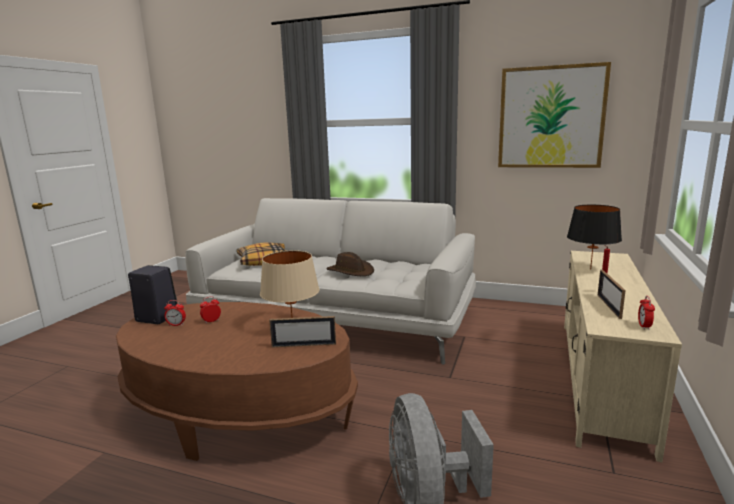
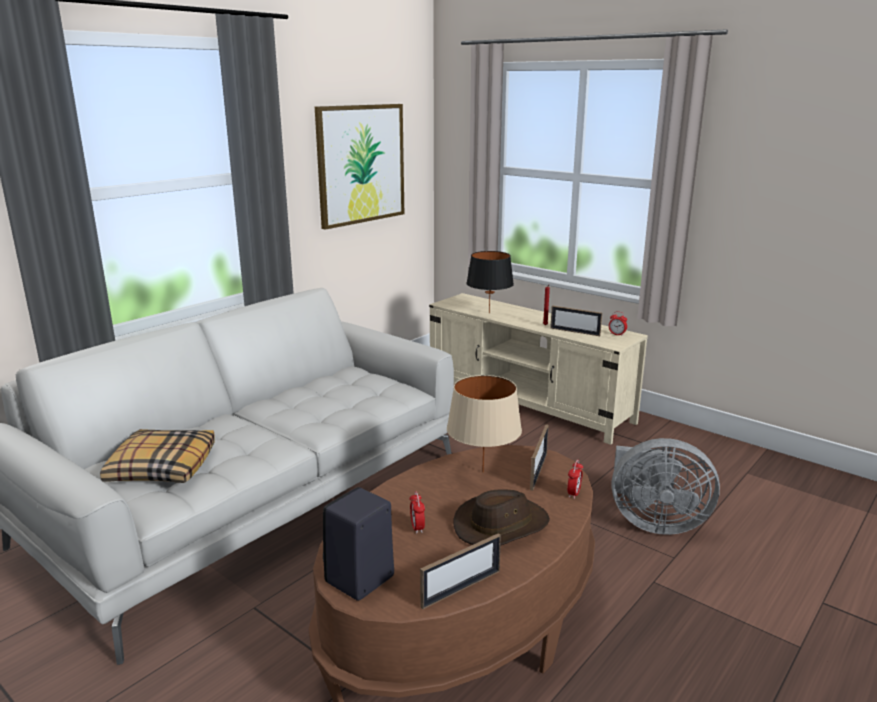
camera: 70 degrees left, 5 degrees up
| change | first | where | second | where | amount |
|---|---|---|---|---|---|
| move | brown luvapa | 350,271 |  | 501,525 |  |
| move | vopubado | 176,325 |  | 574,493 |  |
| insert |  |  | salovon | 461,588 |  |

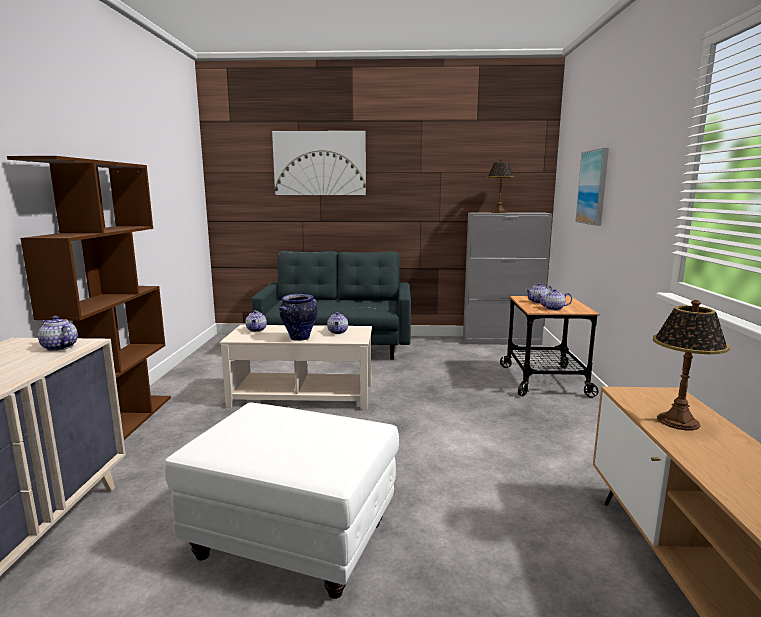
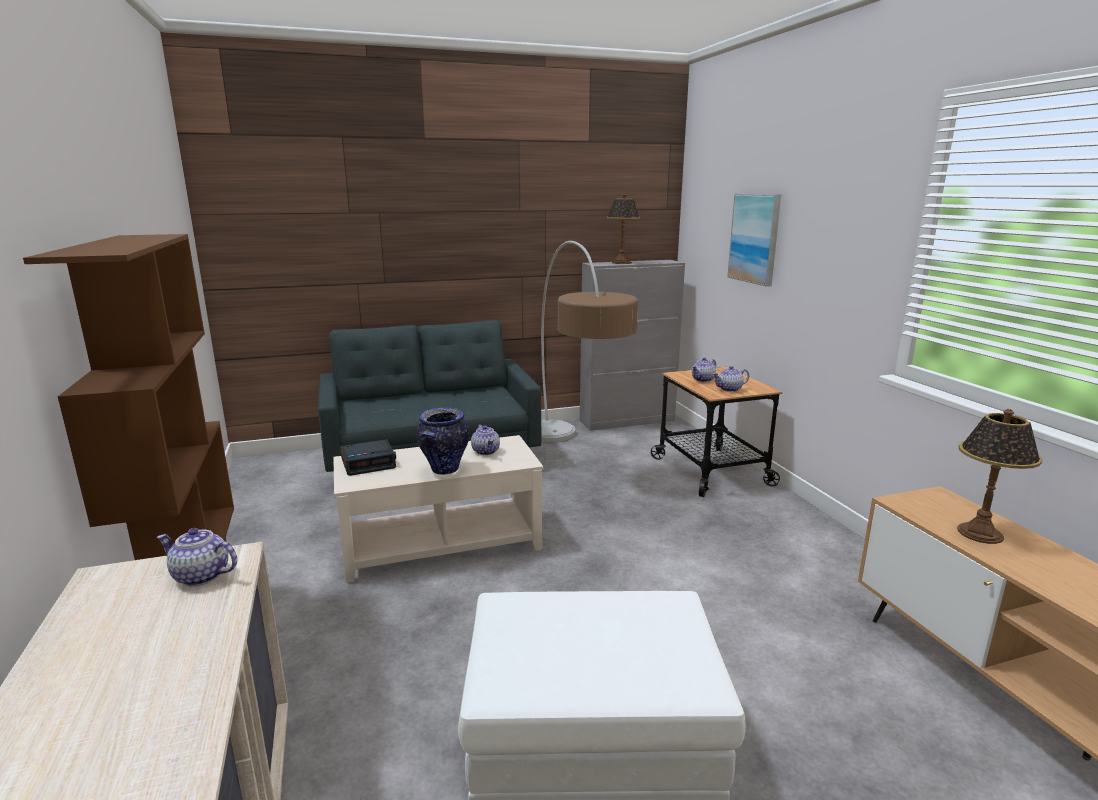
camera: 20 degrees left, 5 degrees up
| change | first | where | second | where | amount |
|---|---|---|---|---|---|
| delete | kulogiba | 319,163 |  |  |  |
| replace | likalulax | 256,330 | vopubado | 369,463 |  |
| insert |  |  | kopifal | 574,459 |  |

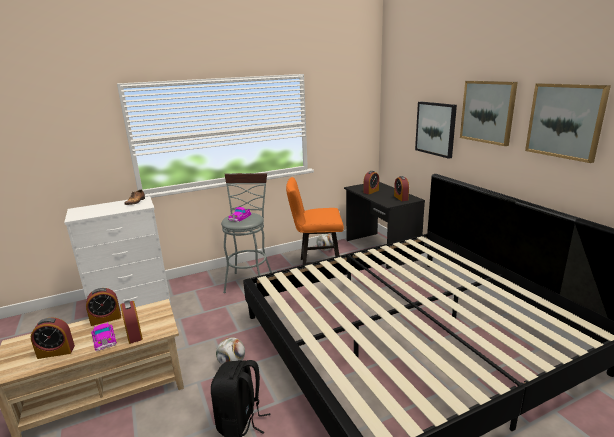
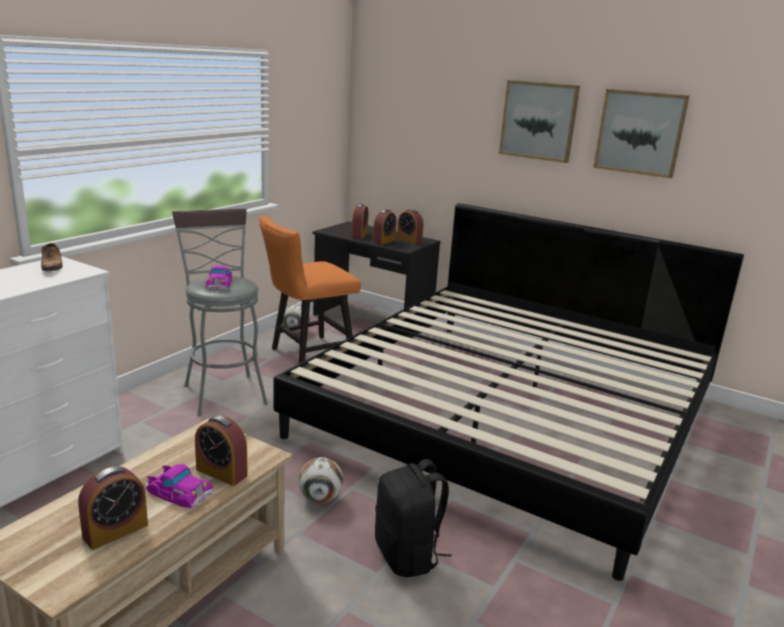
camera: 35 degrees left, 0 degrees up
| change | first | where | second | where | amount |
|---|---|---|---|---|---|
| delete | kulogiba | 436,128 |  |  |  |
| move | vopubado | 106,319 |  | 384,241 |  |

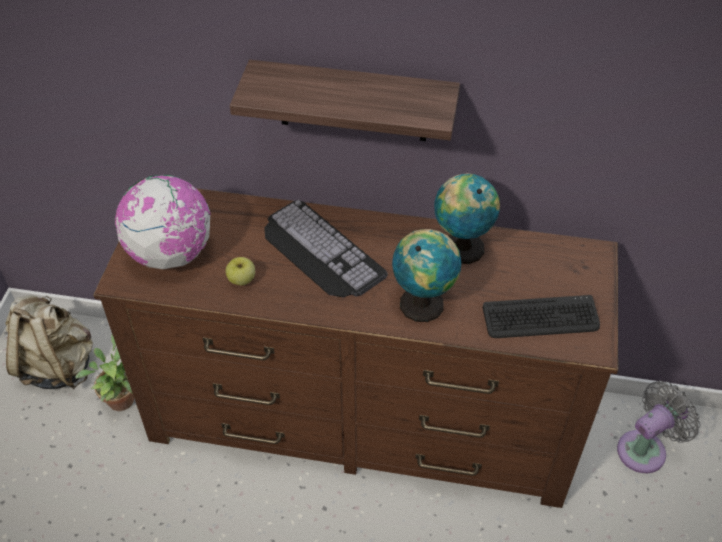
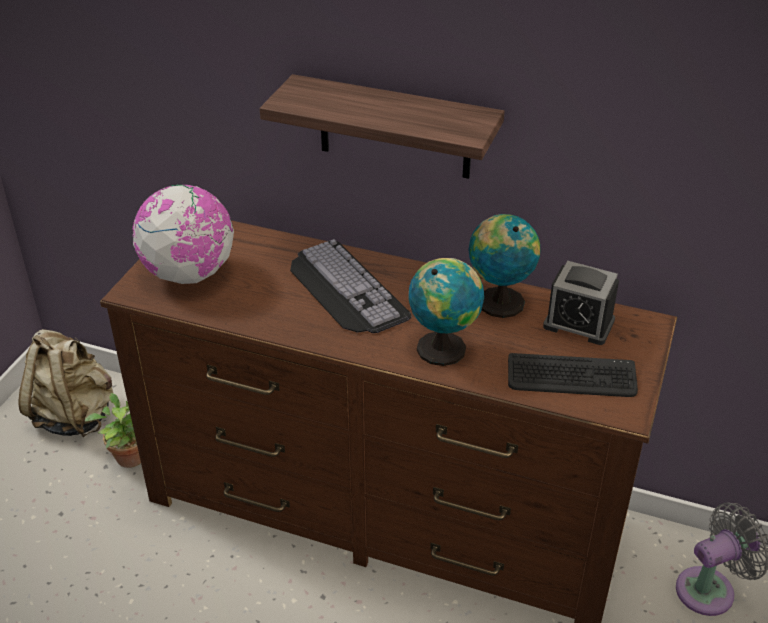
camera: 10 degrees right, 10 degrees down
| change | first | where | second | where | amount |
|---|---|---|---|---|---|
| delete | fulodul | 242,280 |  |  |  |
| insert |  |  | vopubado | 578,324 |  |

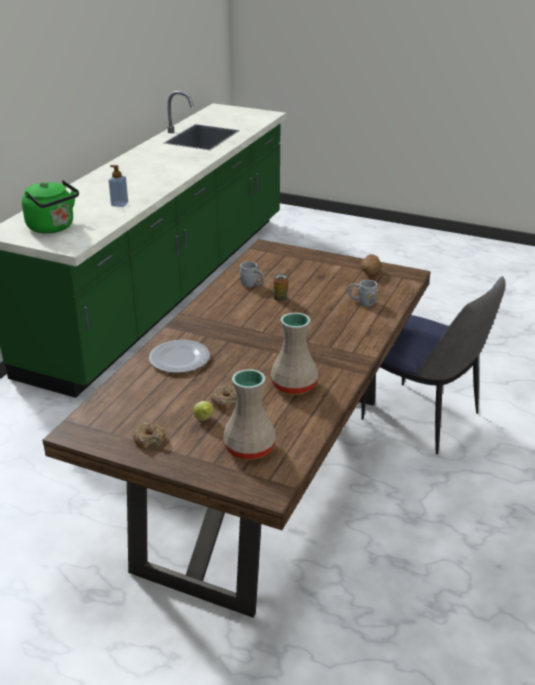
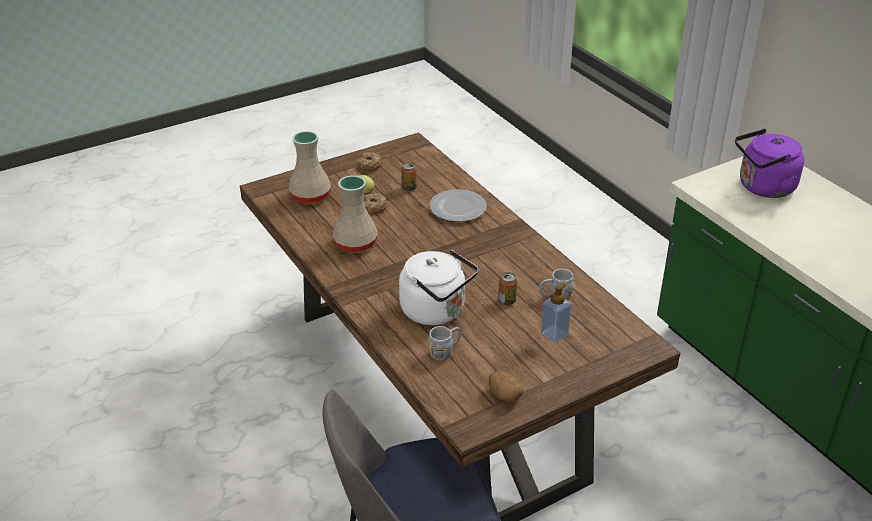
camera: 125 degrees right, 5 degrees up
| change | first | where | second | where | amount |
|---|---|---|---|---|---|
| move | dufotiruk | 119,204 |  | 554,334 |  |
| recolor | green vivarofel | 53,227 | purple vivarofel | 763,188 |  |
| insert |  |  | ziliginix | 409,188 |  |
| insert |  |  | white vivarofel | 436,311 |  |

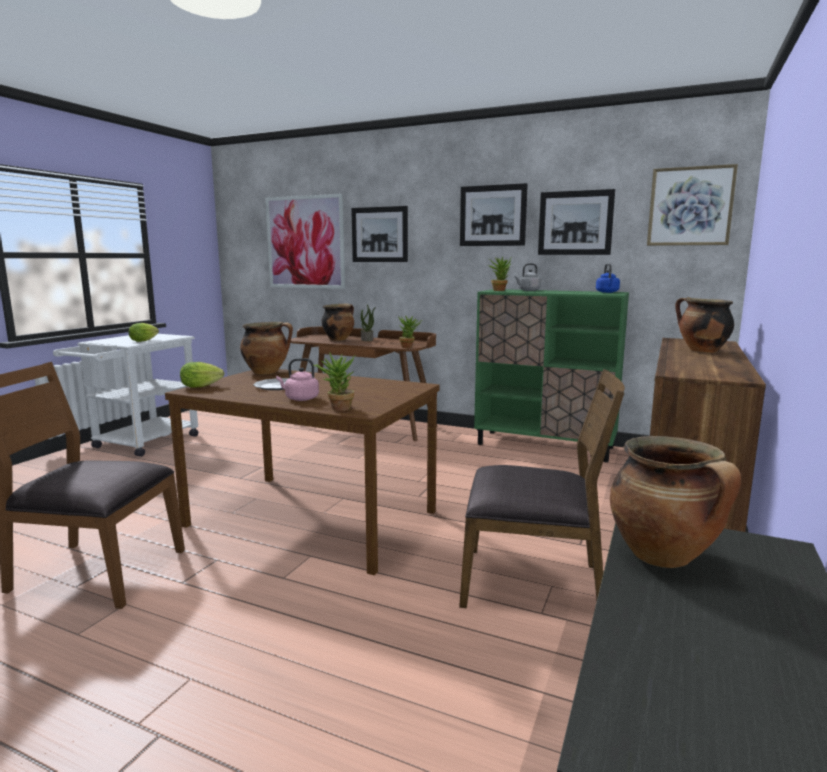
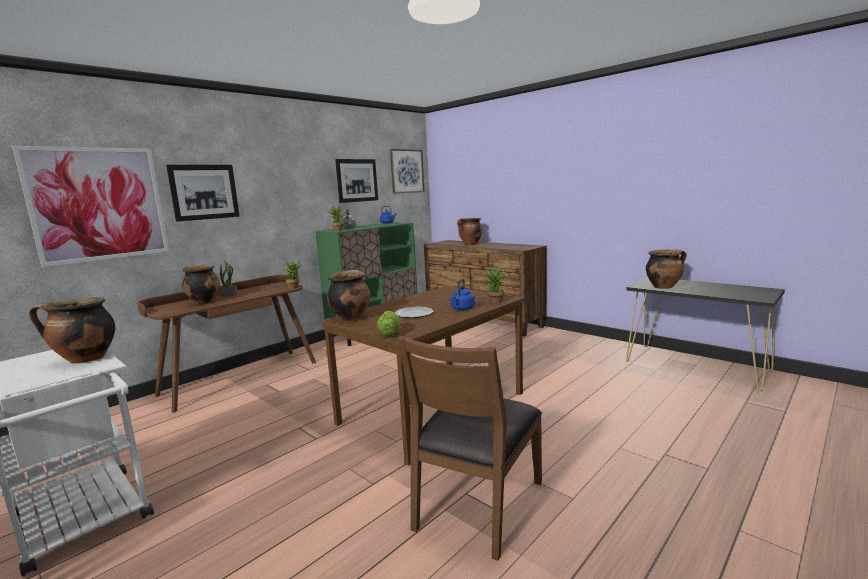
camera: 70 degrees left, 0 degrees up
| change | first | where | second | where | amount |
|---|---|---|---|---|---|
| delete | kulogiba | 492,215 |  |  |  |
| replace | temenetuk | 145,341 | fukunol | 85,359 |  |
| recolor | pink vivarofel | 300,399 | blue vivarofel | 462,309 |  |
| delete | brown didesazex | 532,583 |  |  |  |

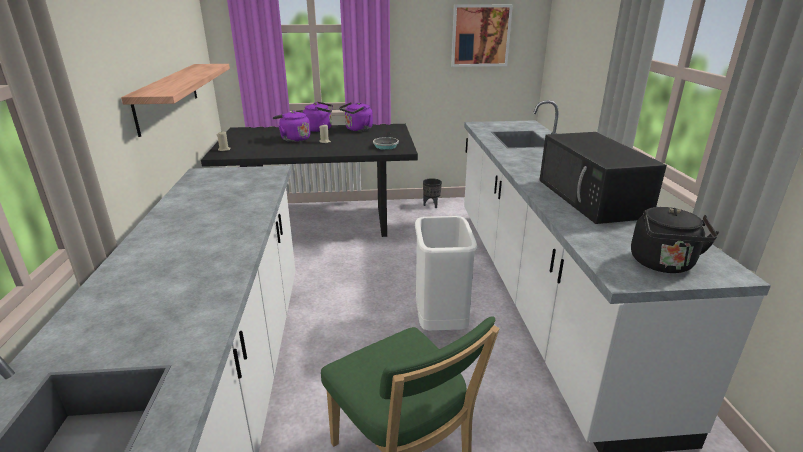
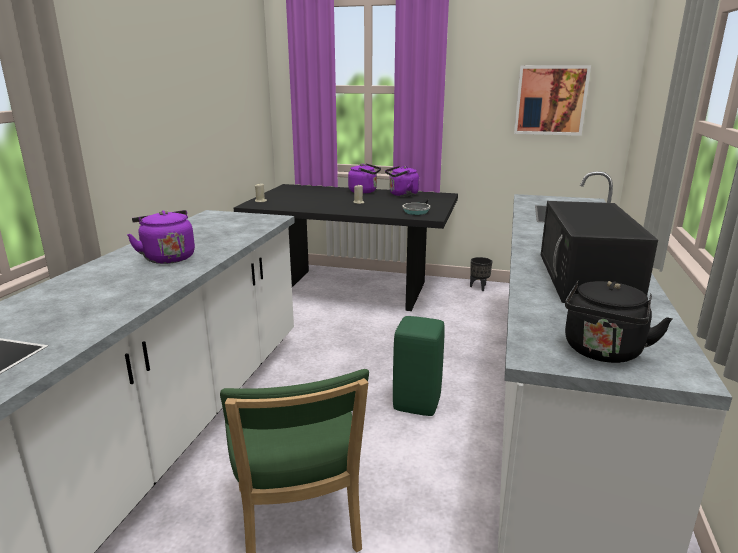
camera: 20 degrees right, 5 degrees down
| change | first | where | second | where | amount |
|---|---|---|---|---|---|
| delete | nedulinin | 168,96 |  |  |  |
| move | purple vivarofel | 294,139 |  | 167,257 |  |
| replace | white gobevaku | 439,322 | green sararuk | 416,403 |  |

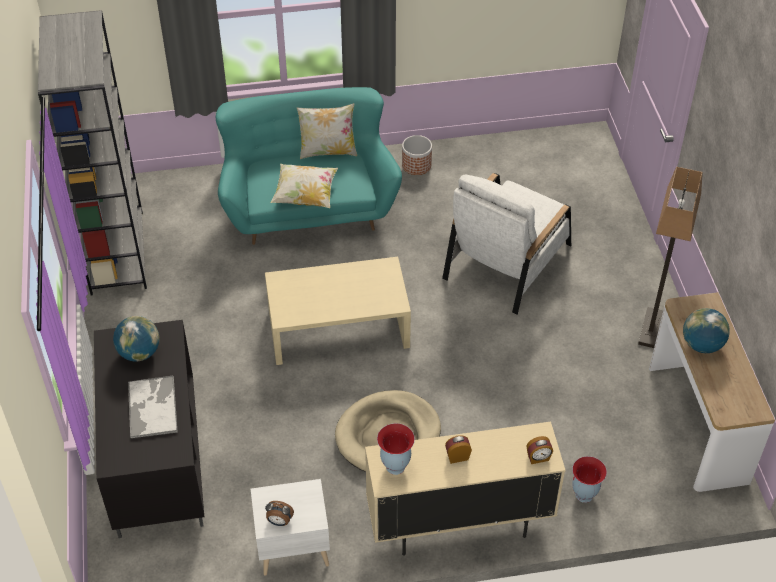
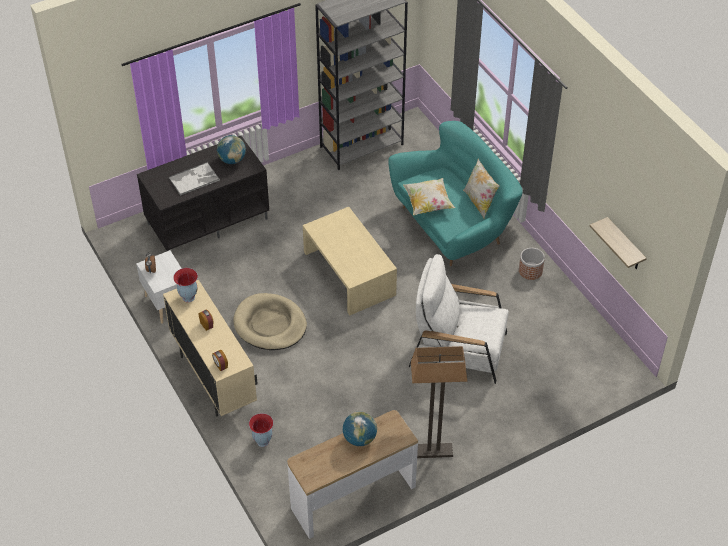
camera: 70 degrees right, 0 degrees up
| change | first | where | second | where | amount |
|---|---|---|---|---|---|
| insert |  |  | nedulinin | 625,245 |  |

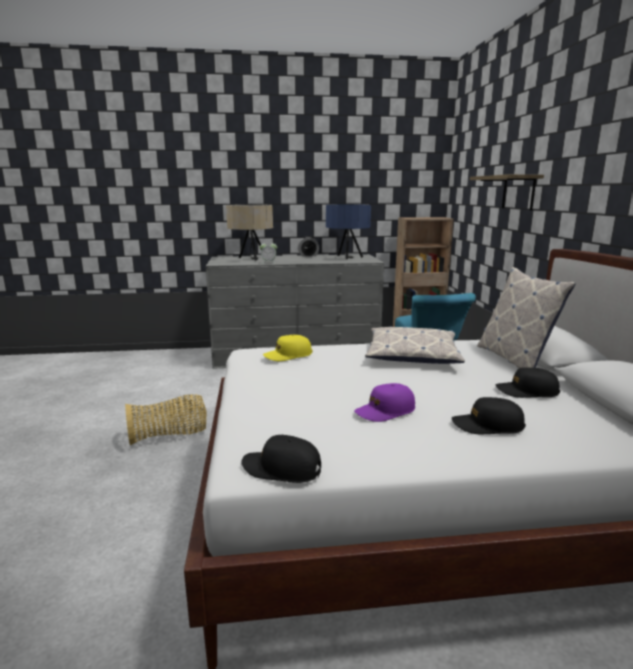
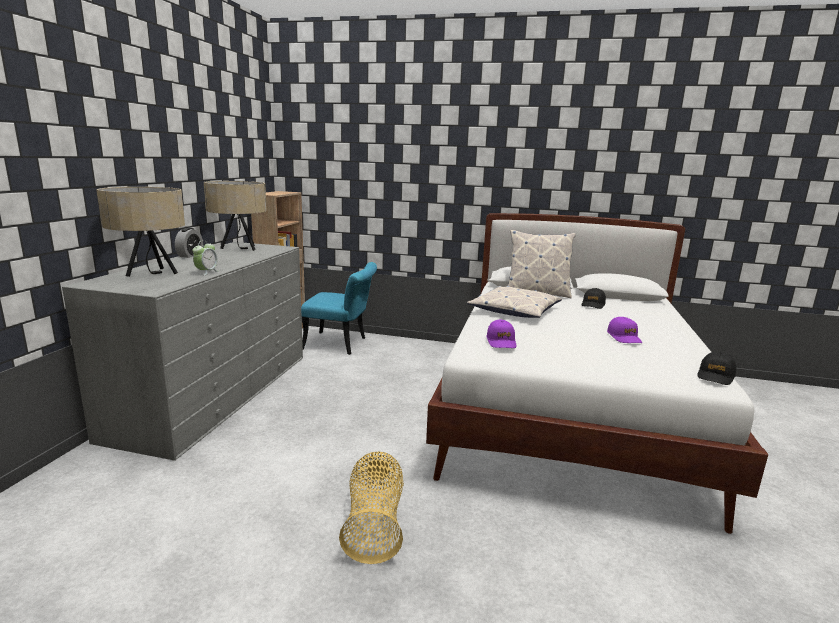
camera: 70 degrees left, 0 degrees up
| change | first | where | second | where | amount |
|---|---|---|---|---|---|
| delete | nedulinin | 518,192 |  |  |  |
| recolor | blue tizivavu | 347,257 | beige tizivavu | 239,249 |  |
| recolor | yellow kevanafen | 288,355 | purple kevanafen | 501,341 |  |
| delete | black kevanafen | 487,426 |  |  |  |

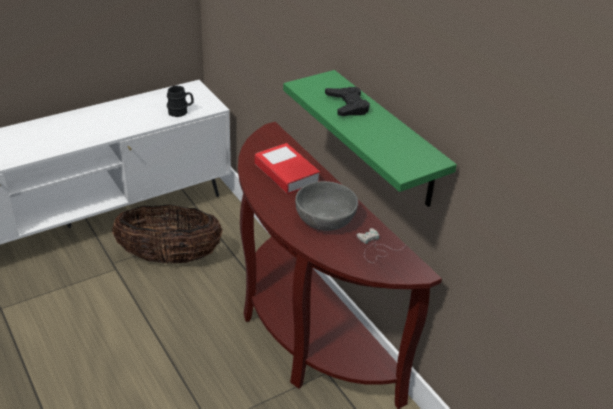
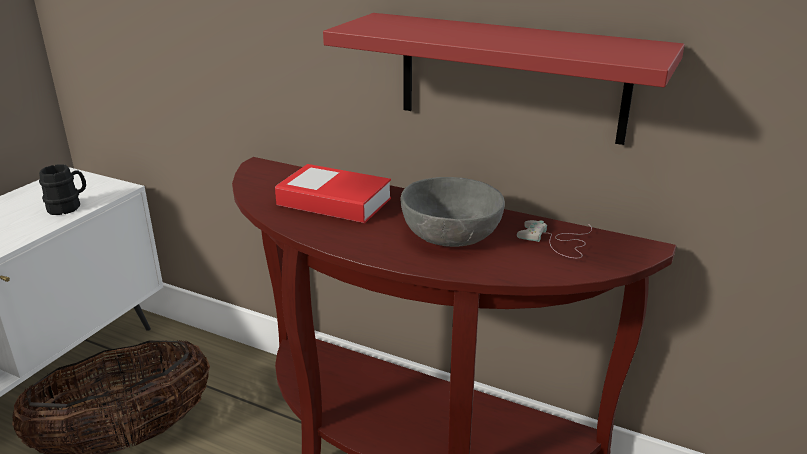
camera: 30 degrees left, 10 degrees down
| change | first | where | second | where | amount |
|---|---|---|---|---|---|
| recolor | green nedulinin | 387,140 | red nedulinin | 511,77 |  |
| delete | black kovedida | 347,105 |  |  |  |

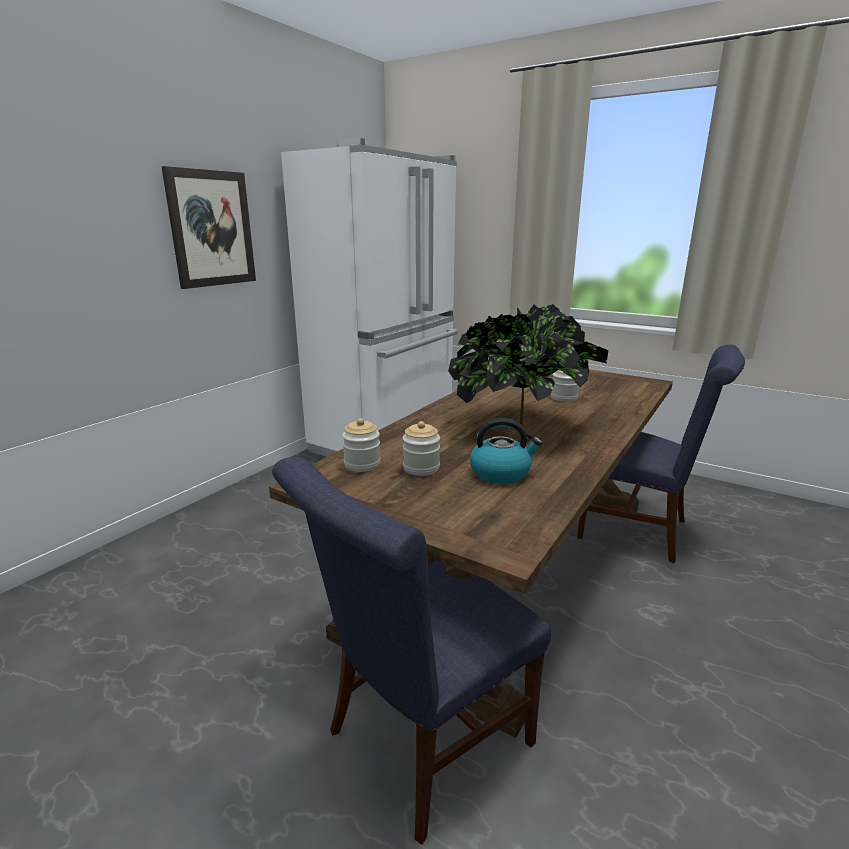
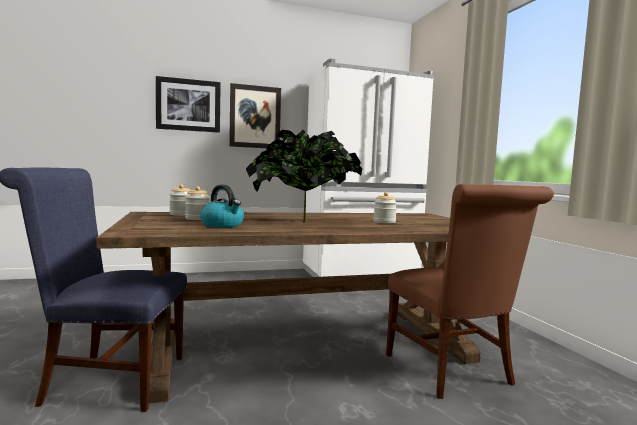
camera: 40 degrees right, 15 degrees down
| change | first | where | second | where | amount |
|---|---|---|---|---|---|
| recolor | blue didesazex | 640,530 | brown didesazex | 453,372 |  |
| insert |  |  | kulogiba | 188,105 |  |

